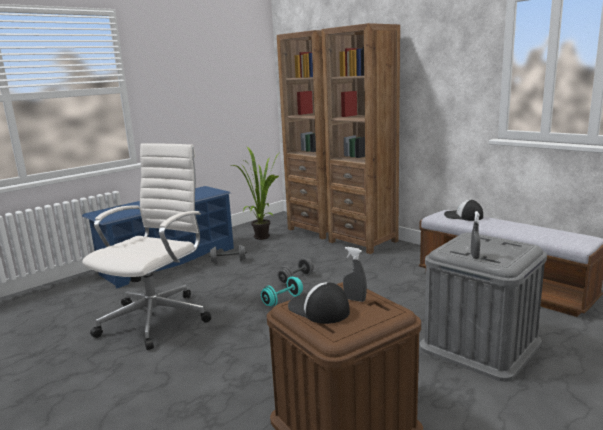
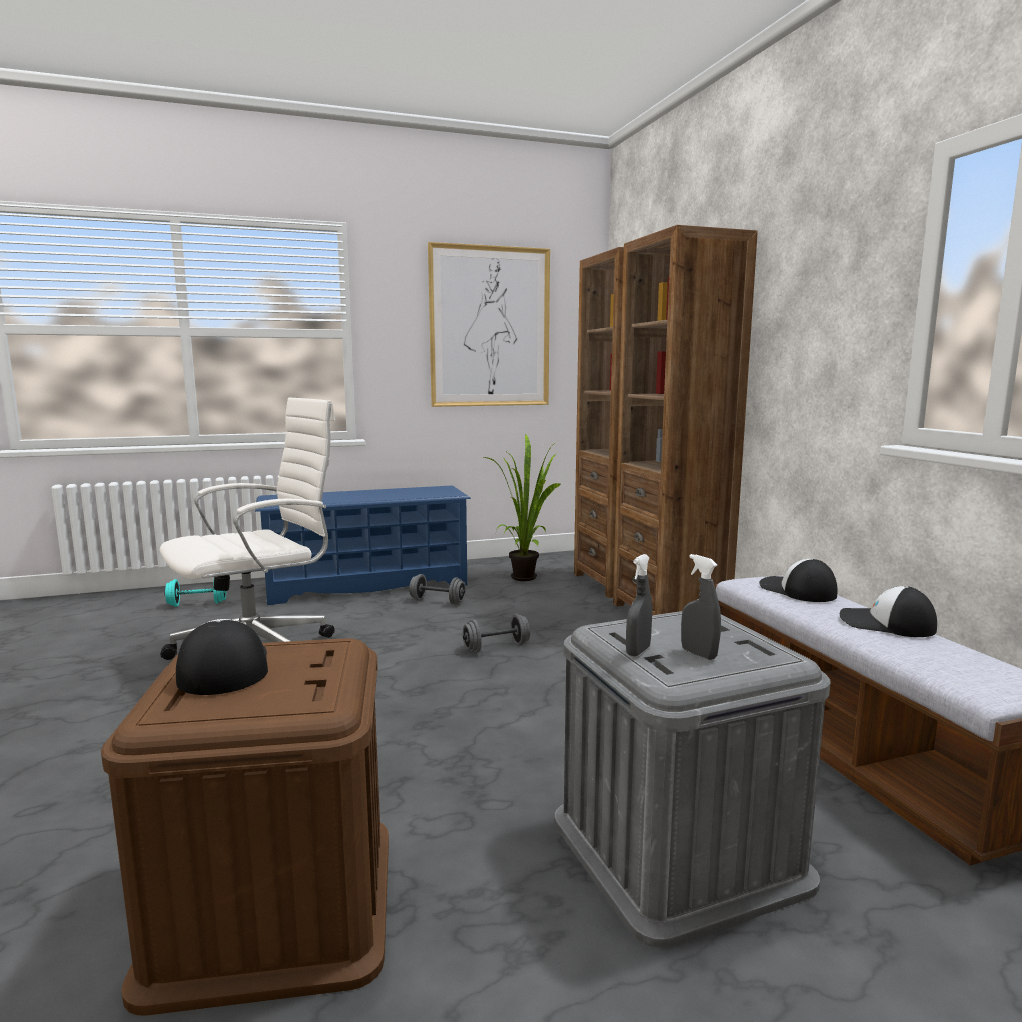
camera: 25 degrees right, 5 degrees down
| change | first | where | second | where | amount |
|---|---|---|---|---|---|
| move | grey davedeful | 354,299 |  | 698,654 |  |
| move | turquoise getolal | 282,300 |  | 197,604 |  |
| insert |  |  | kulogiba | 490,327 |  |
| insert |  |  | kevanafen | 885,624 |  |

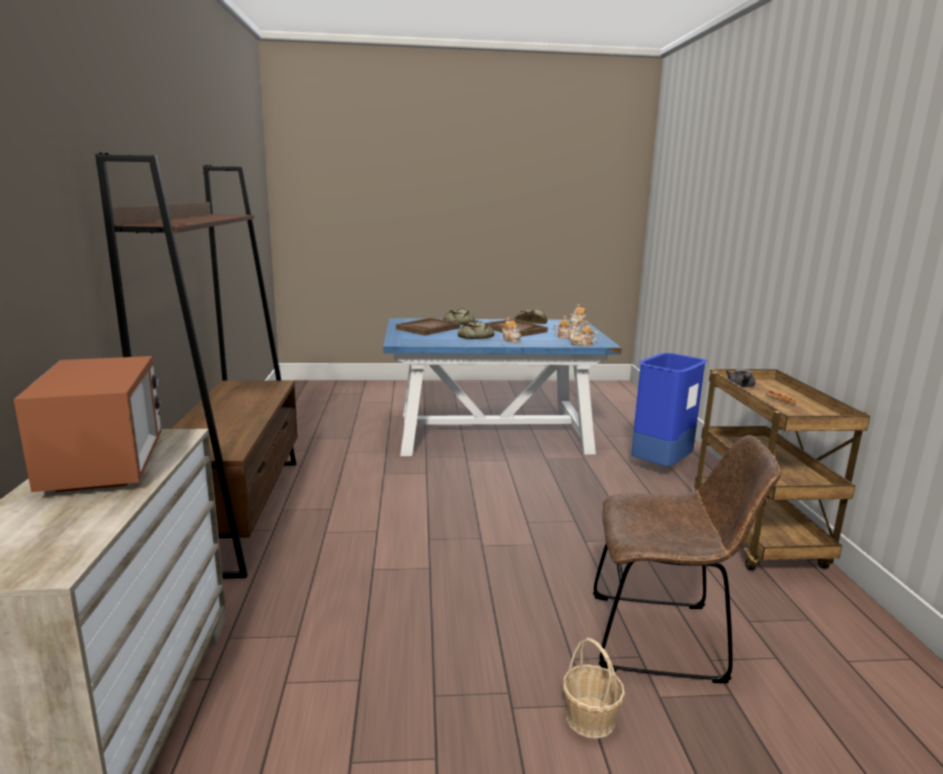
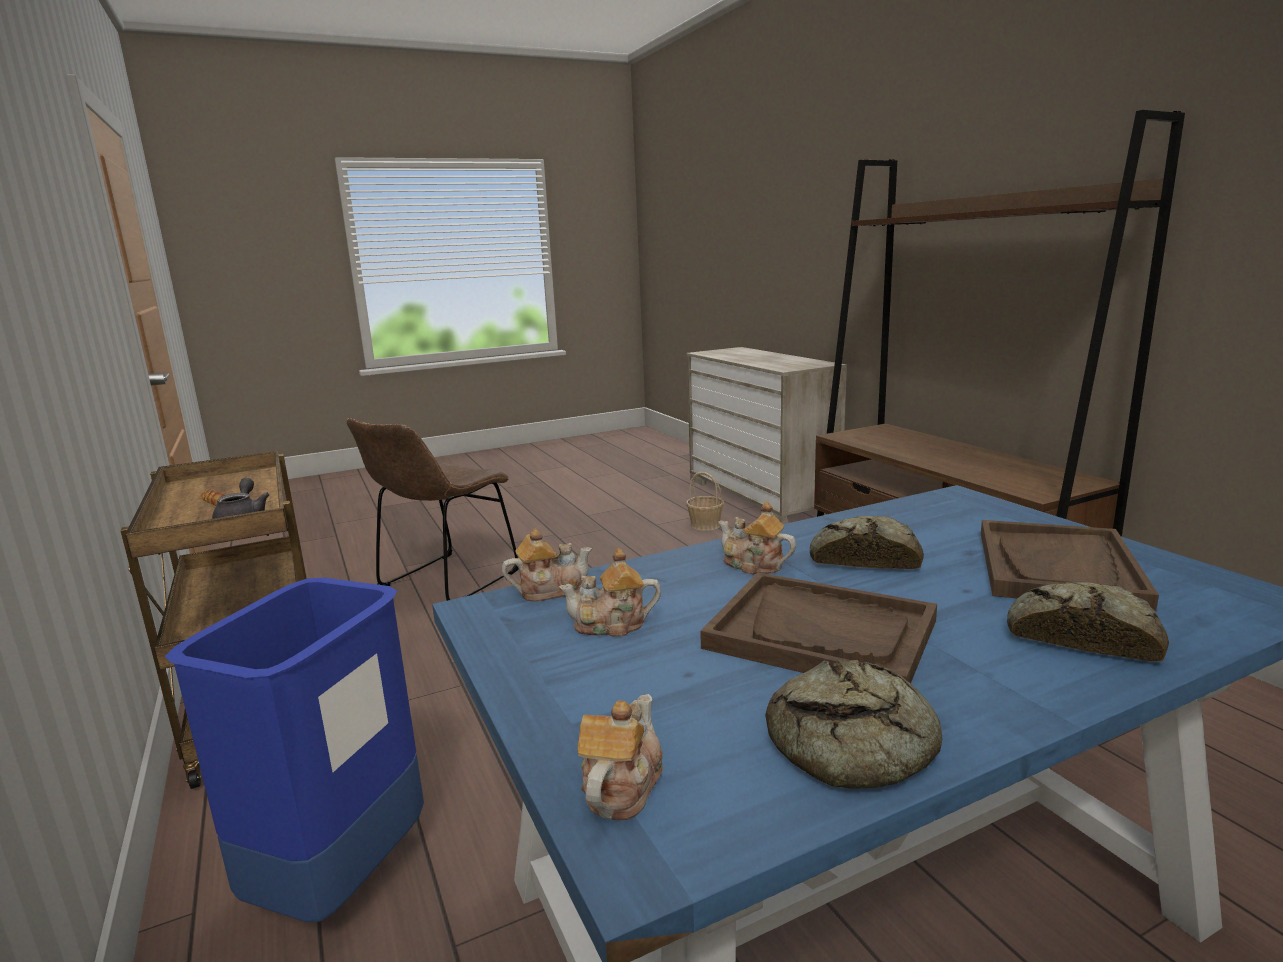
camera: 160 degrees right, 0 degrees up
| change | first | where | second | where | amount |
|---|---|---|---|---|---|
| delete | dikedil | 106,467 |  |  |  |
| rotate | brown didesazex | 664,638 |  | 444,582 | 45 degrees counterclockwise |
| move | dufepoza | 590,718 |  | 705,525 |  |

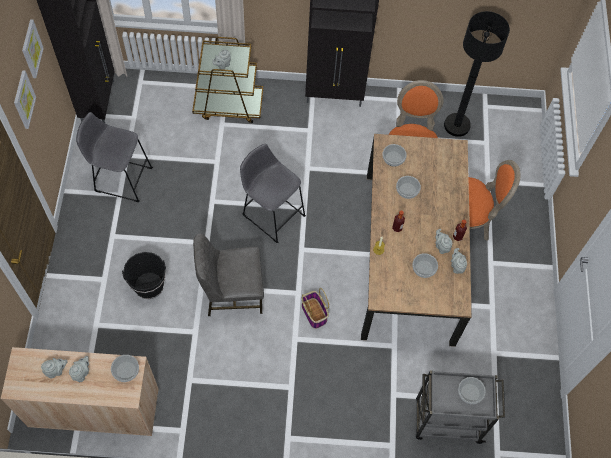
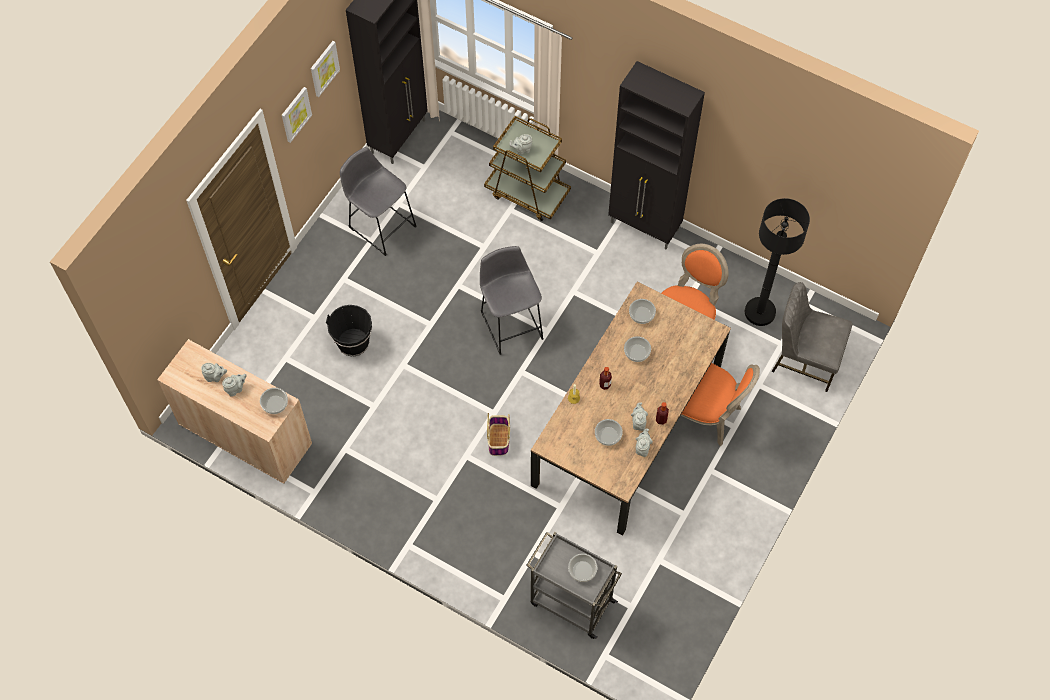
camera: 30 degrees right, 0 degrees up
| change | first | where | second | where | amount |
|---|---|---|---|---|---|
| move | grey didesazex | 232,292 |  | 805,359 |  |

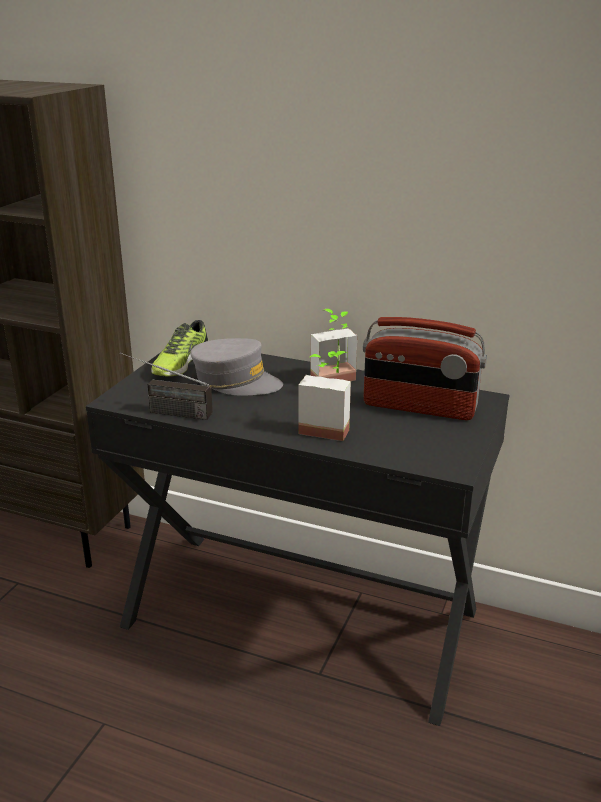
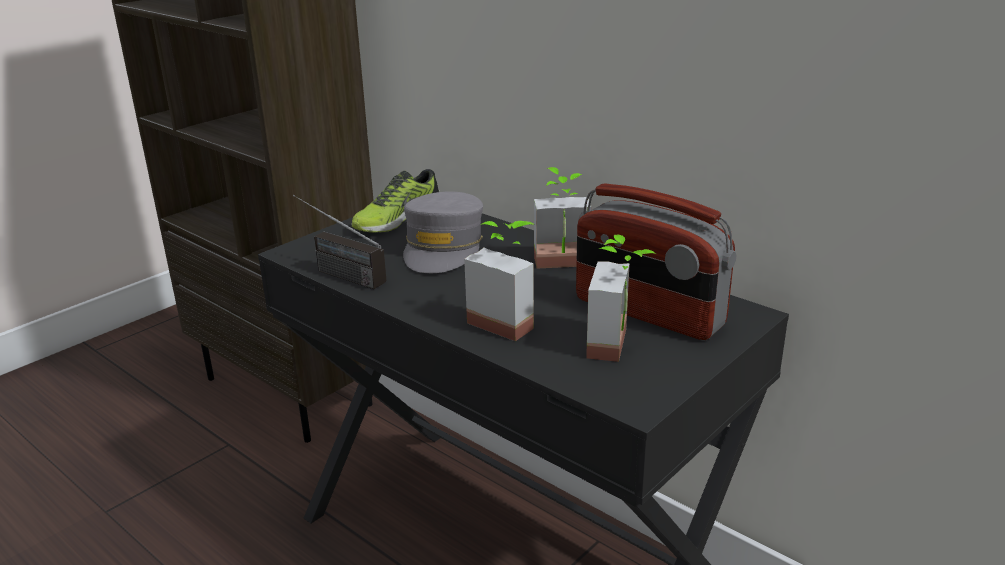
camera: 20 degrees right, 0 degrees up
| change | first | where | second | where | amount |
|---|---|---|---|---|---|
| rotate | grey kevanafen | 236,381 |  | 443,248 | 60 degrees clockwise |
| insert |  |  | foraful | 620,345 |  |

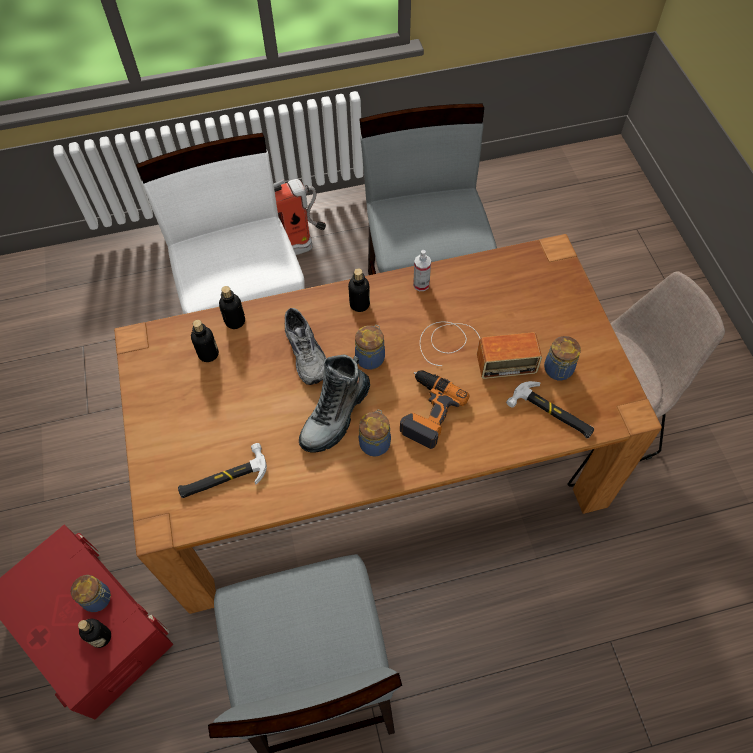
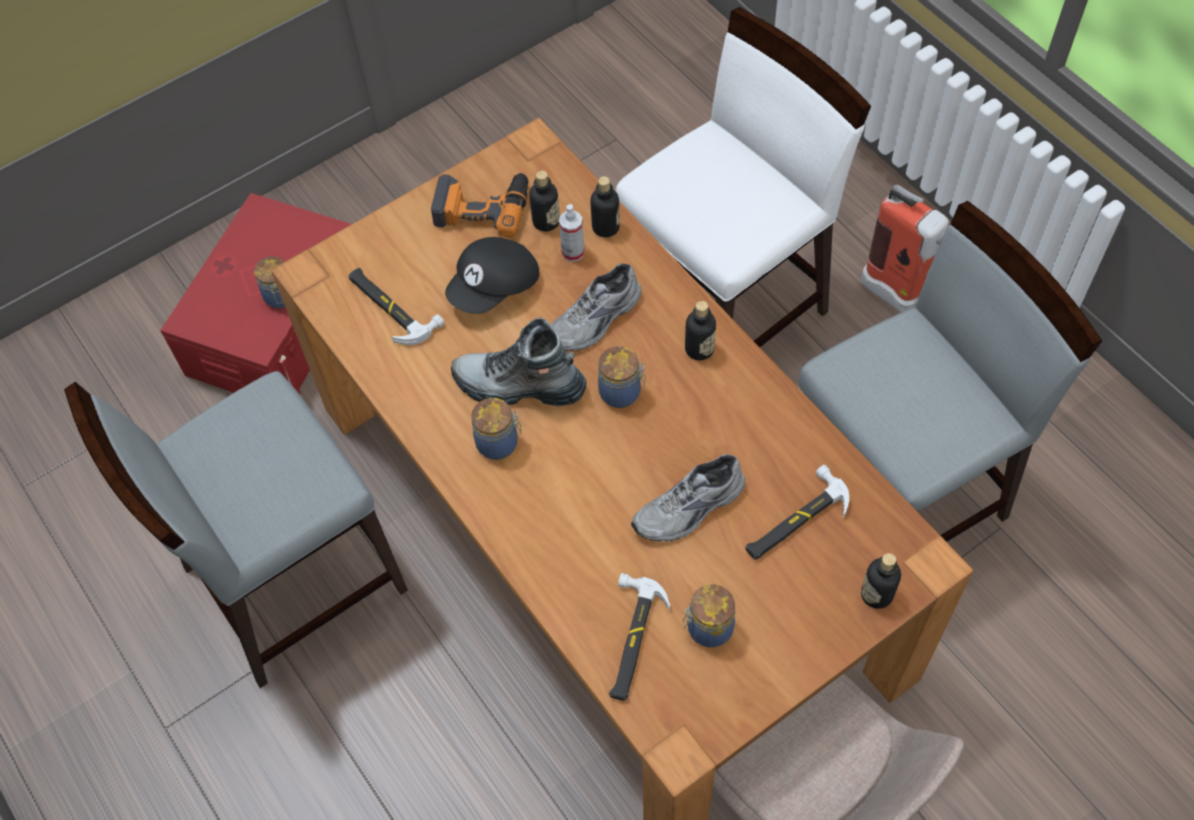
camera: 70 degrees right, 0 degrees up
| change | first | where | second | where | amount |
|---|---|---|---|---|---|
| move | davedeful | 421,285 |  | 573,252 |  |
| replace | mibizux | 473,350 | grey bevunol | 690,509 |  |
| move | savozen | 427,411 |  | 482,206 |  |
| move | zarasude | 101,637 |  | 876,594 |  |
| insert |  |  | black kevanafen | 495,288 |  |
| insert |  |  | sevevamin | 795,520 |  |

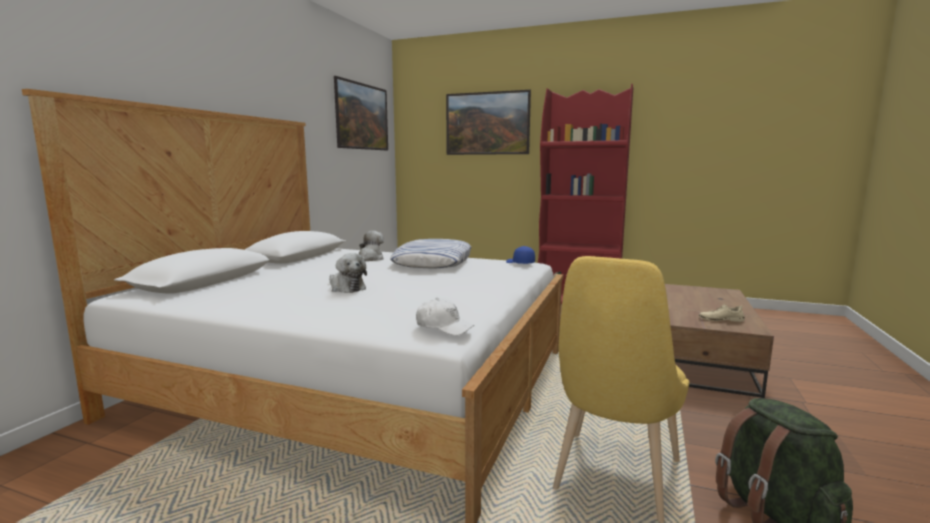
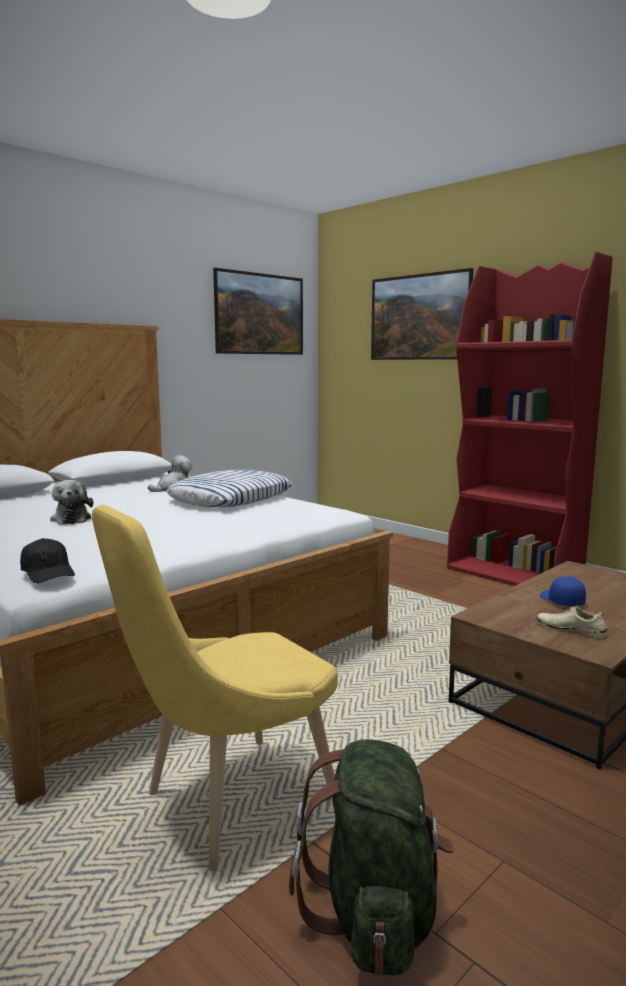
camera: 25 degrees right, 0 degrees up
| change | first | where | second | where | amount |
|---|---|---|---|---|---|
| move | blue kevanafen | 520,263 |  | 561,601 |  |
| recolor | white kevanafen | 444,327 | black kevanafen | 48,572 |  |

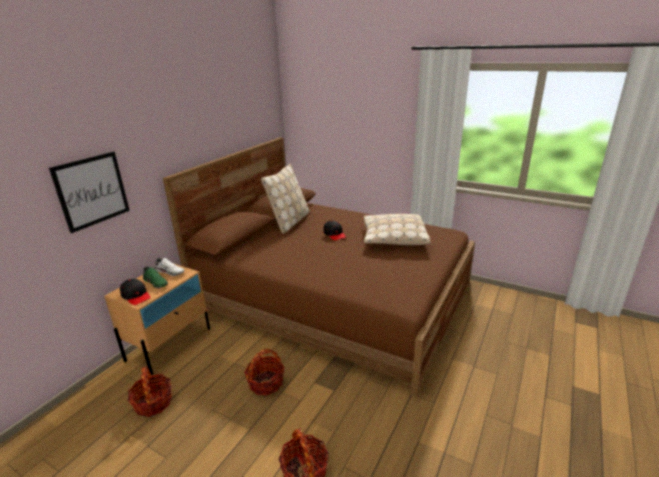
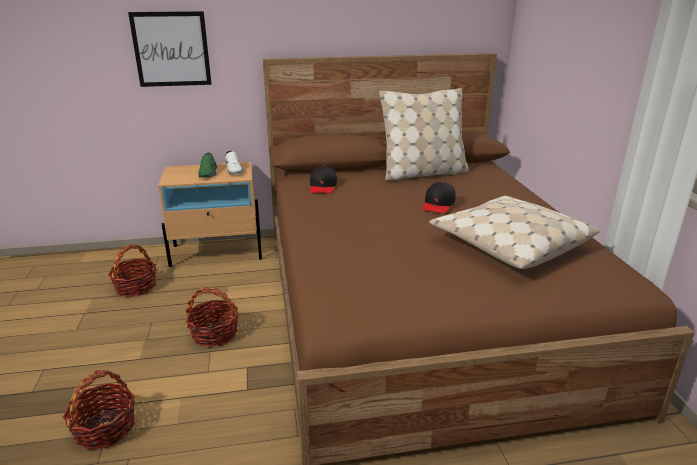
camera: 50 degrees right, 0 degrees up
| change | first | where | second | where | amount |
|---|---|---|---|---|---|
| move | black kevanafen | 136,296 |  | 323,186 |  |

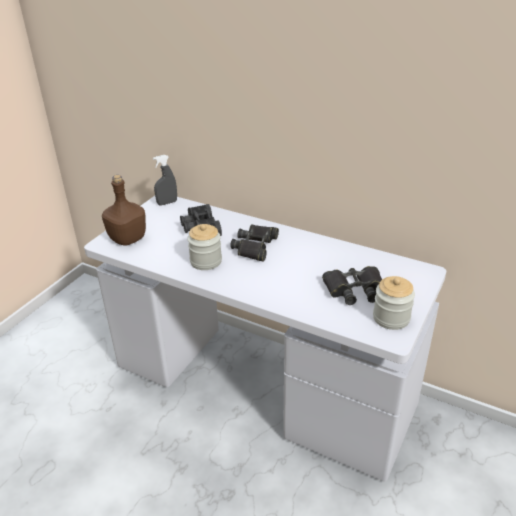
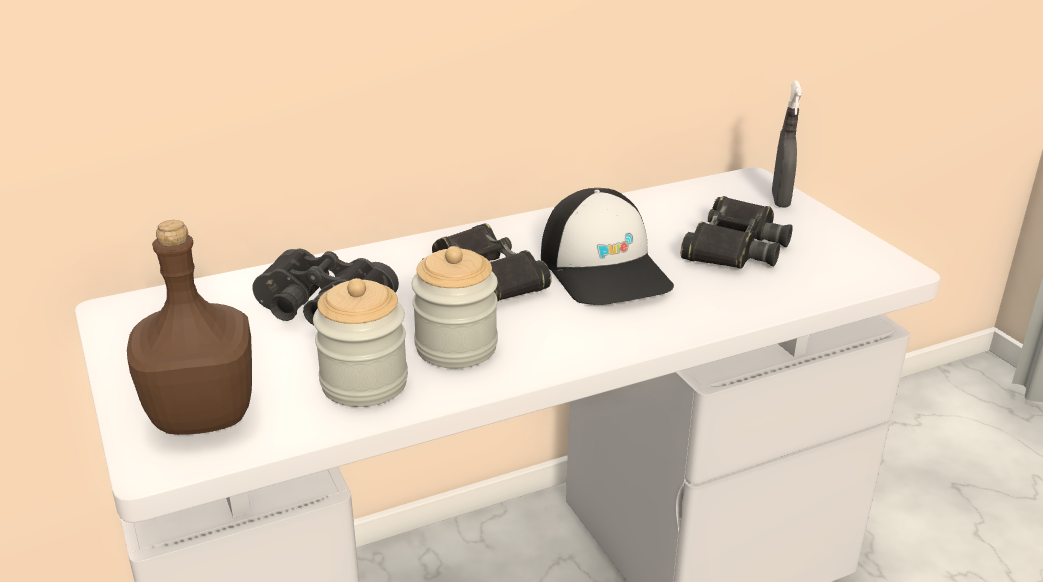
camera: 55 degrees left, 5 degrees down
| change | first | where | second | where | amount |
|---|---|---|---|---|---|
| move | grey davedeful | 167,203 |  | 780,200 |  |
| move | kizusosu | 391,318 |  | 364,383 |  |
| insert |  |  | kevanafen | 605,269 |  |

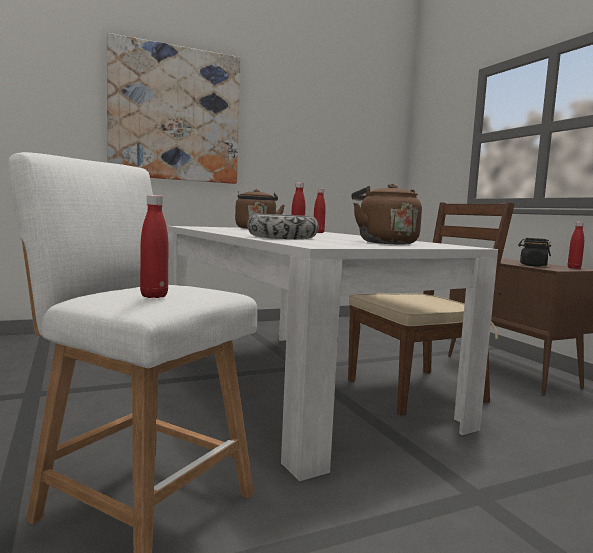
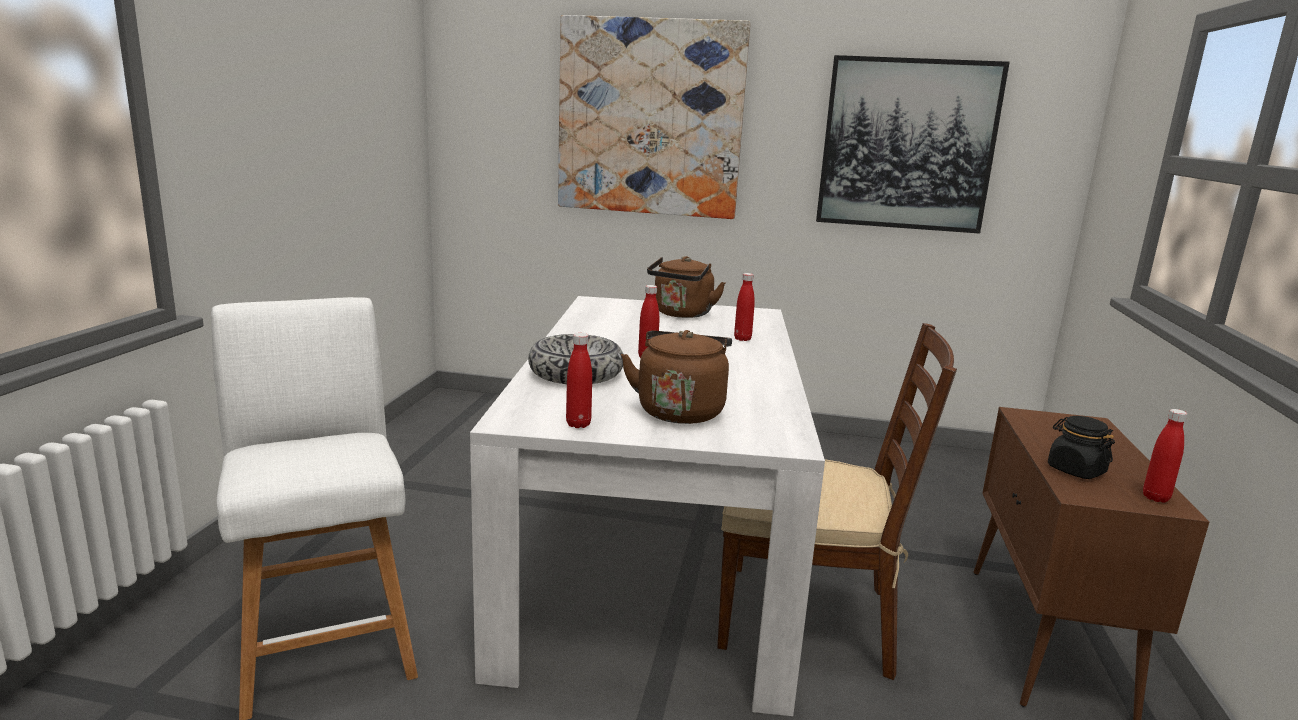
camera: 35 degrees right, 10 degrees up
| change | first | where | second | where | amount |
|---|---|---|---|---|---|
| move | red zarasude | 154,296 |  | 578,424 |  |
| insert |  |  | kulogiba | 907,145 |  |

